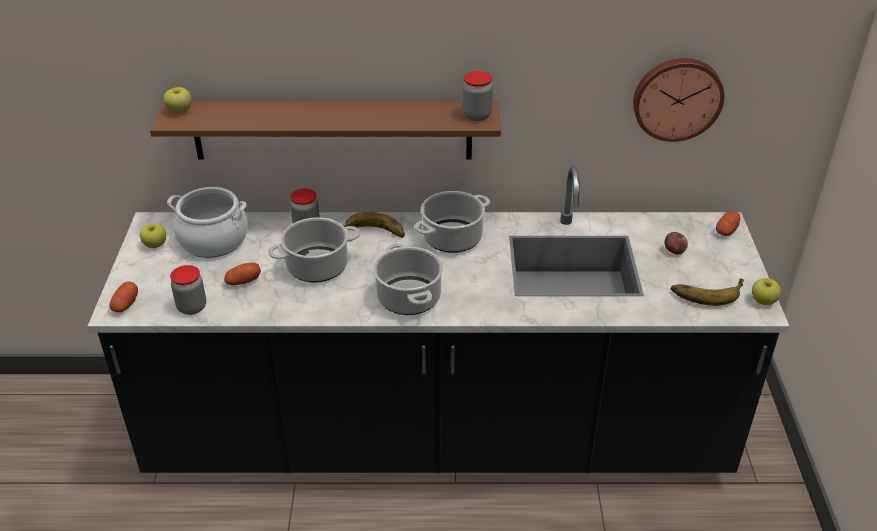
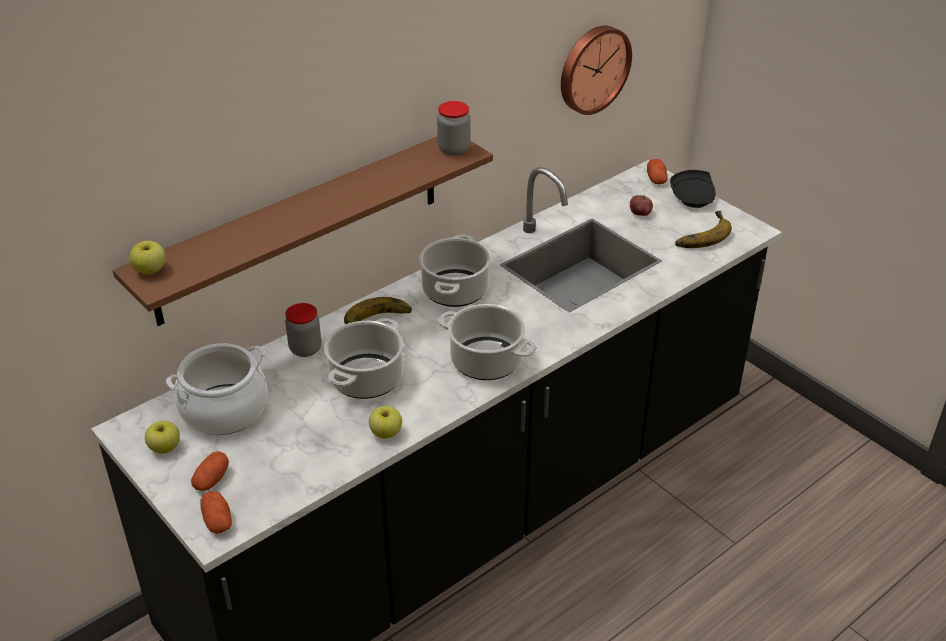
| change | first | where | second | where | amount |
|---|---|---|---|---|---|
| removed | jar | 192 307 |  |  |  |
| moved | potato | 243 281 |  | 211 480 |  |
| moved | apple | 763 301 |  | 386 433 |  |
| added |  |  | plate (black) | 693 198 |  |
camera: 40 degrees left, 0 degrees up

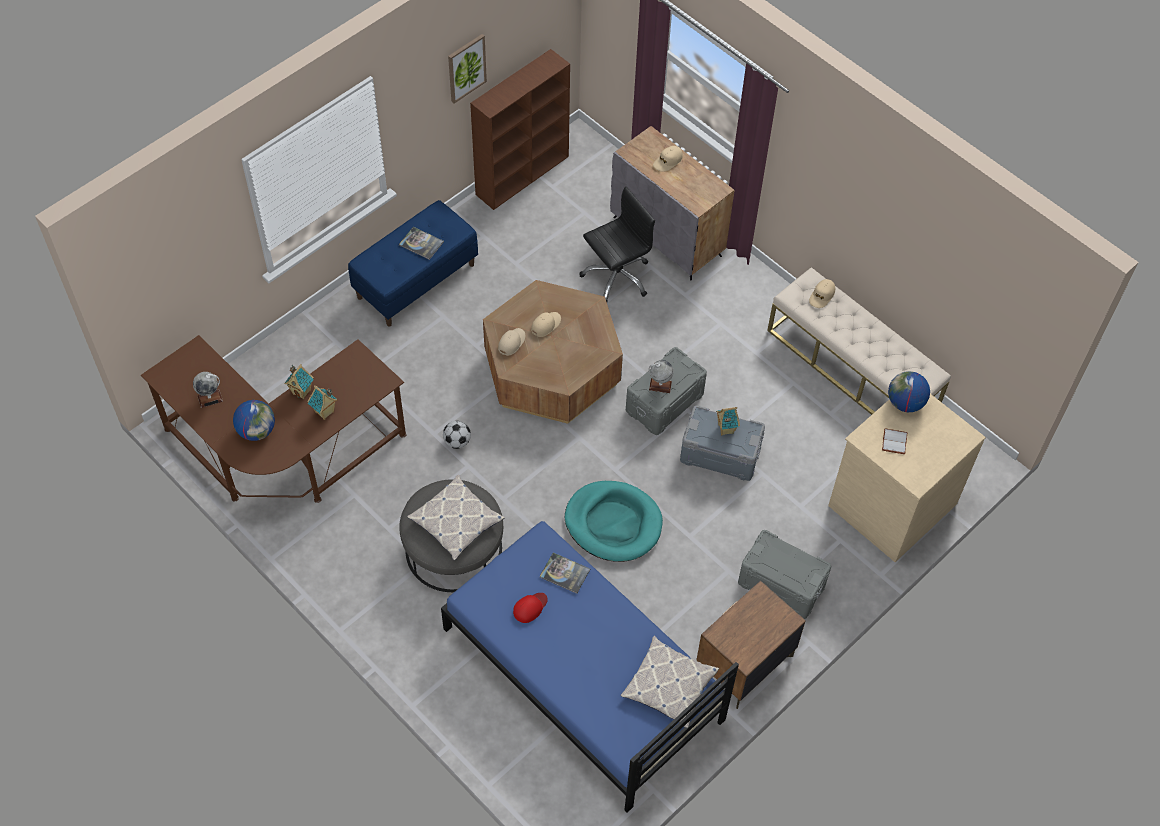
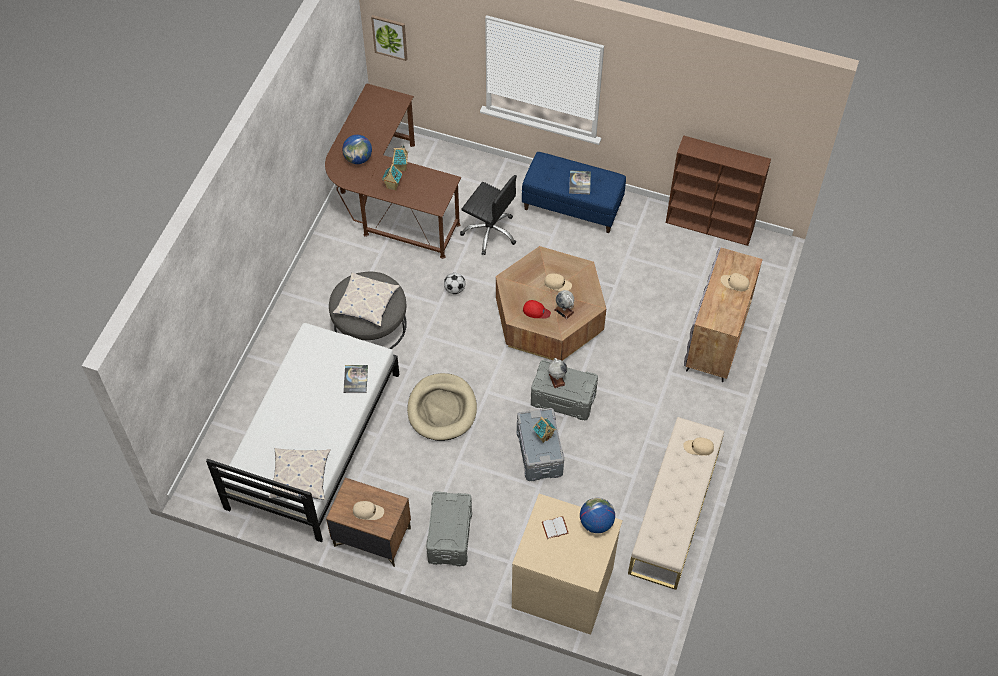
| change | first | where | second | where | amount |
|---|---|---|---|---|---|
| moved | globe | 210 398 |  | 564 311 |  |
| recoloured | bed (blue) | 582 674 | bed (white) | 313 440 |  |
| moved | picture | 466 68 |  | 390 37 |  |
| moved | cap (beige) | 511 342 |  | 368 511 |  |
| moved | cap (red) | 530 607 |  | 536 311 |  |
| recoloured | dog bed (turquoise) | 613 523 | dog bed (beige) | 442 409 |  |
| moved | office chair (black) | 616 277 |  | 490 232 |  |
camera: 65 degrees right, 0 degrees up

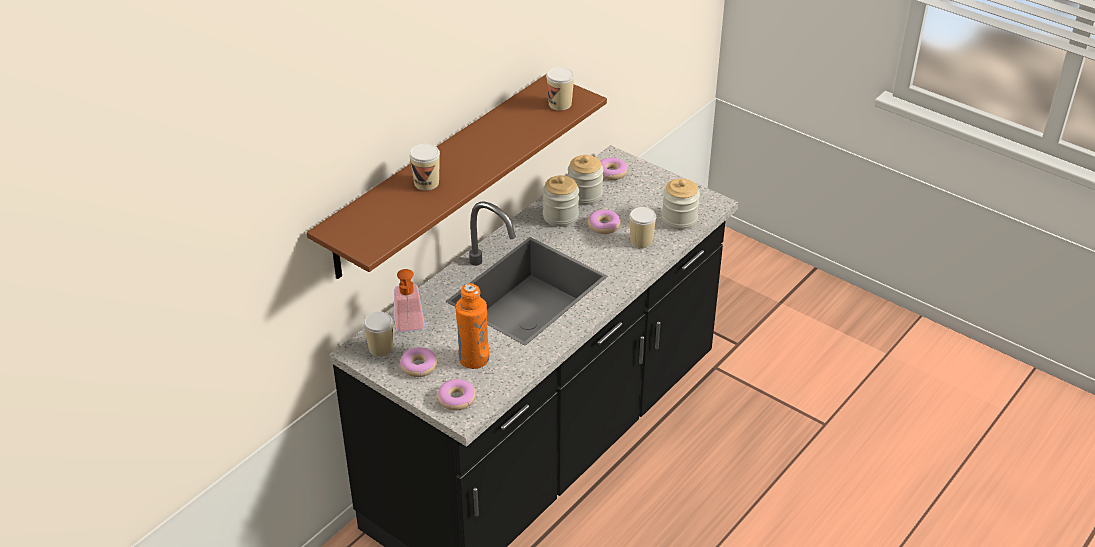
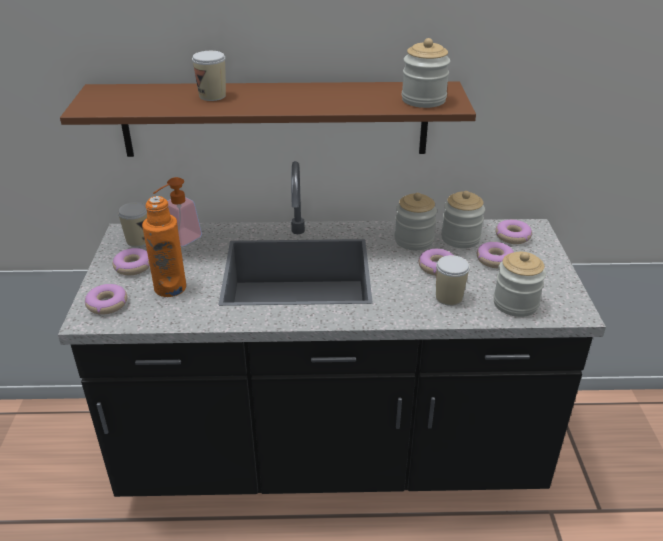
| change | first | where | second | where | amount |
|---|---|---|---|---|---|
| replaced | cup | 560 104 | jar | 423 100 |  |
| added |  |  | donut | 494 260 |  |
camera: 50 degrees right, 5 degrees down

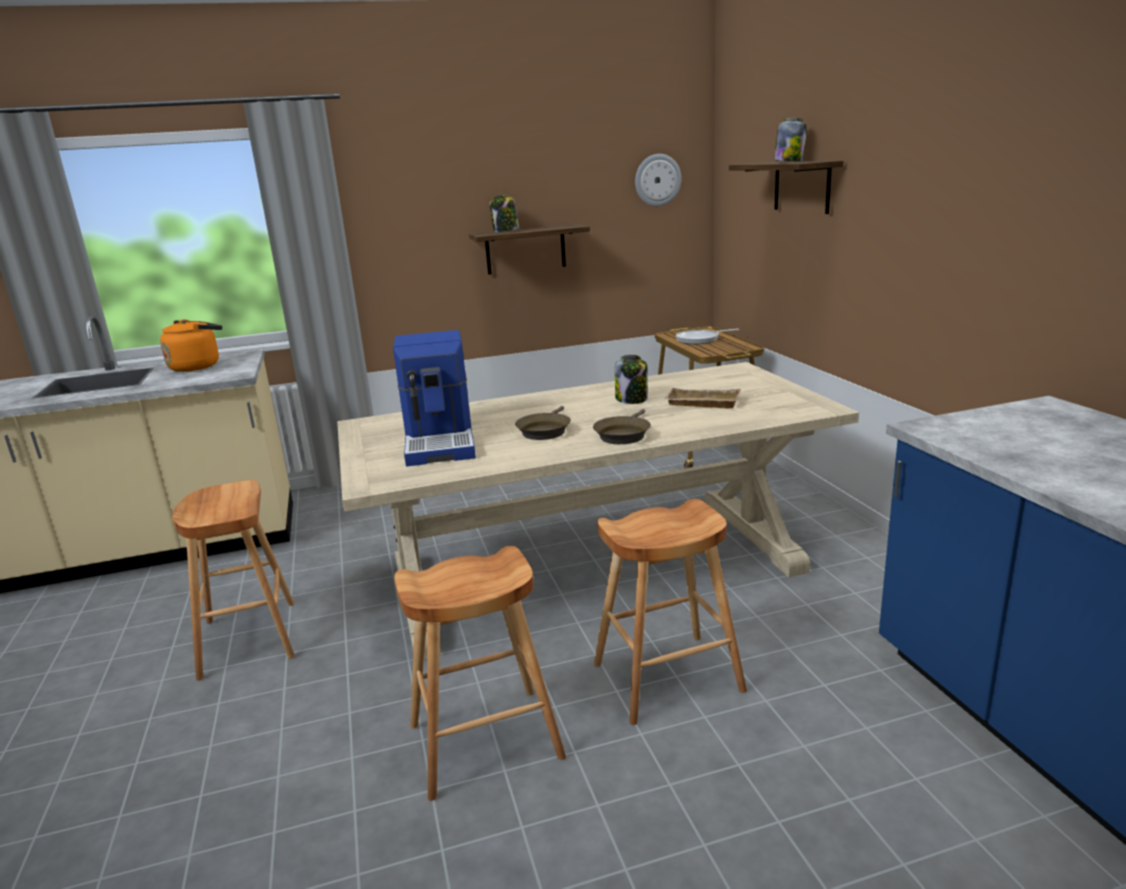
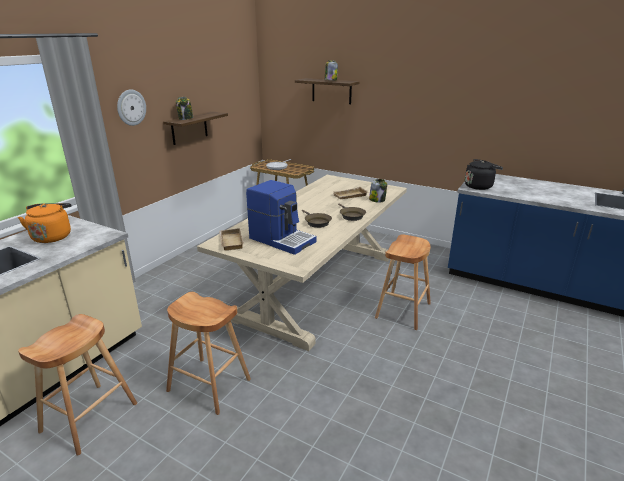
| change | first | where | second | where | amount |
|---|---|---|---|---|---|
| moved | stool (brown) | 486 741 |  | 90 417 |  |
| moved | jar | 632 399 |  | 377 200 |  |
| moved | wall clock | 657 180 |  | 131 107 |  |
| added |  |  | tray (beige) | 230 242 |  |
| added |  |  | kettle (black) | 479 186 |  |
camera: 45 degrees left, 5 degrees up

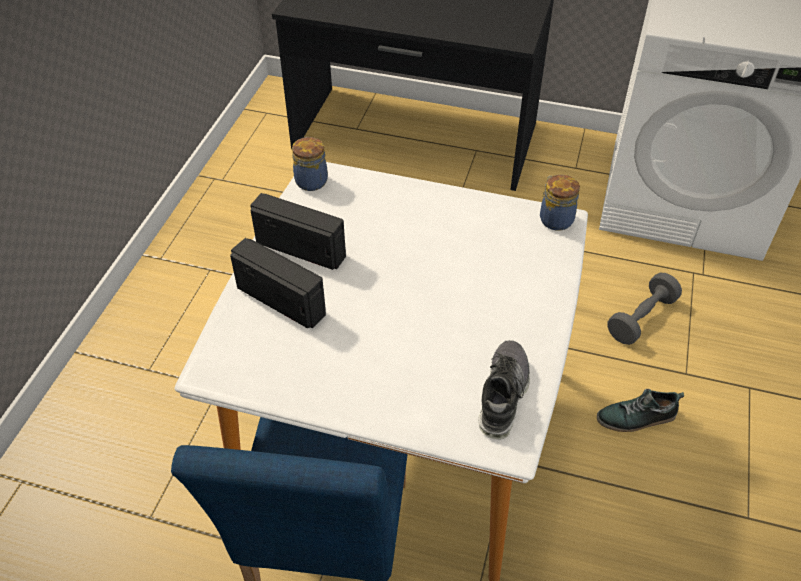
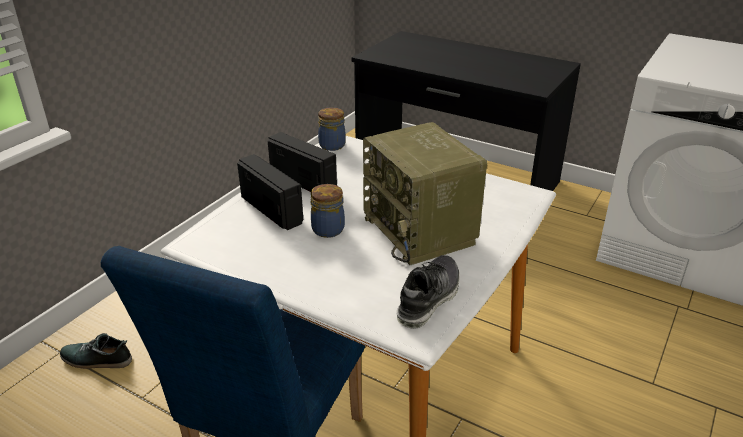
| change | first | where | second | where | amount |
|---|---|---|---|---|---|
| moved | jar | 555 219 |  | 327 228 |  |
| moved | shoe | 636 418 |  | 96 360 |  |
| removed | dumbbell (grey) | 641 318 |  |  |  |
| added |  |  | radio | 421 231 |  |
camera: 15 degrees right, 15 degrees down

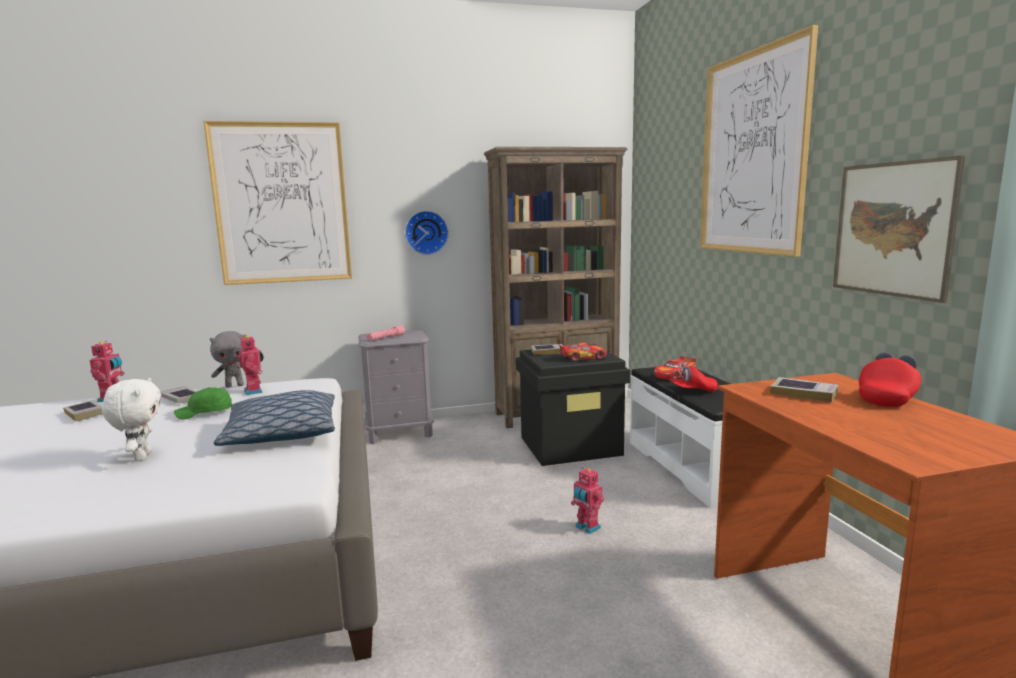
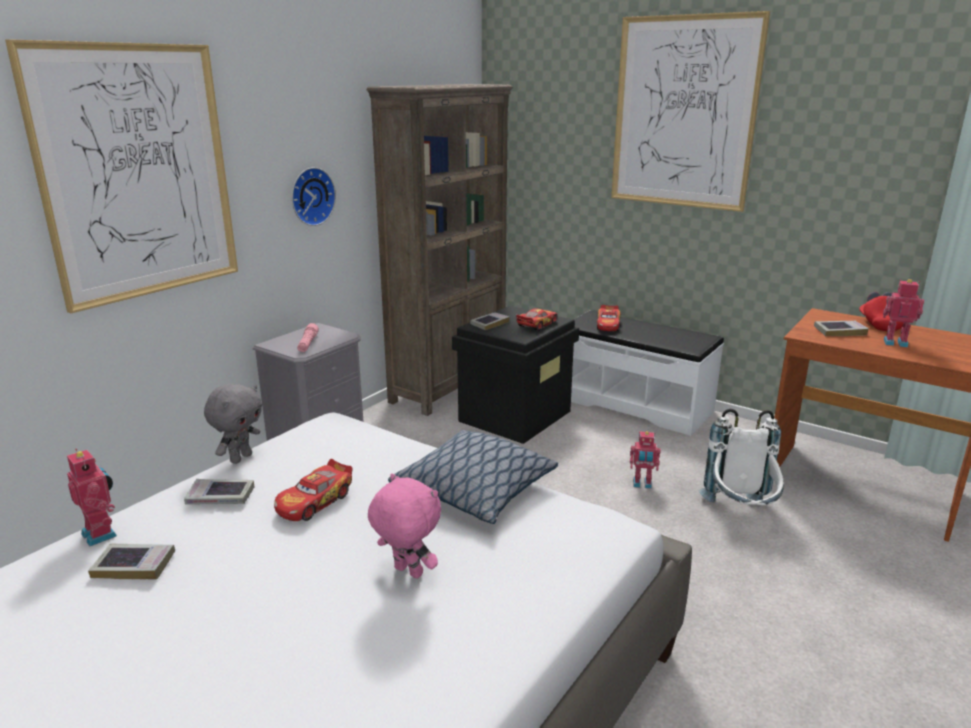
| change | first | where | second | where | amount |
|---|---|---|---|---|---|
| recoloured | plush toy (white) | 141 457 | plush toy (pink) | 406 572 |  |
| replaced | cap (green) | 205 413 | toy car | 315 502 |  |
| moved | toy robot | 255 391 |  | 895 342 |  |
| removed | cap (red) | 693 391 |  |  |  |
| removed | picture | 892 229 |  |  |  |
| added |  |  | backpack (white) | 740 514 |  |
camera: 40 degrees left, 10 degrees up

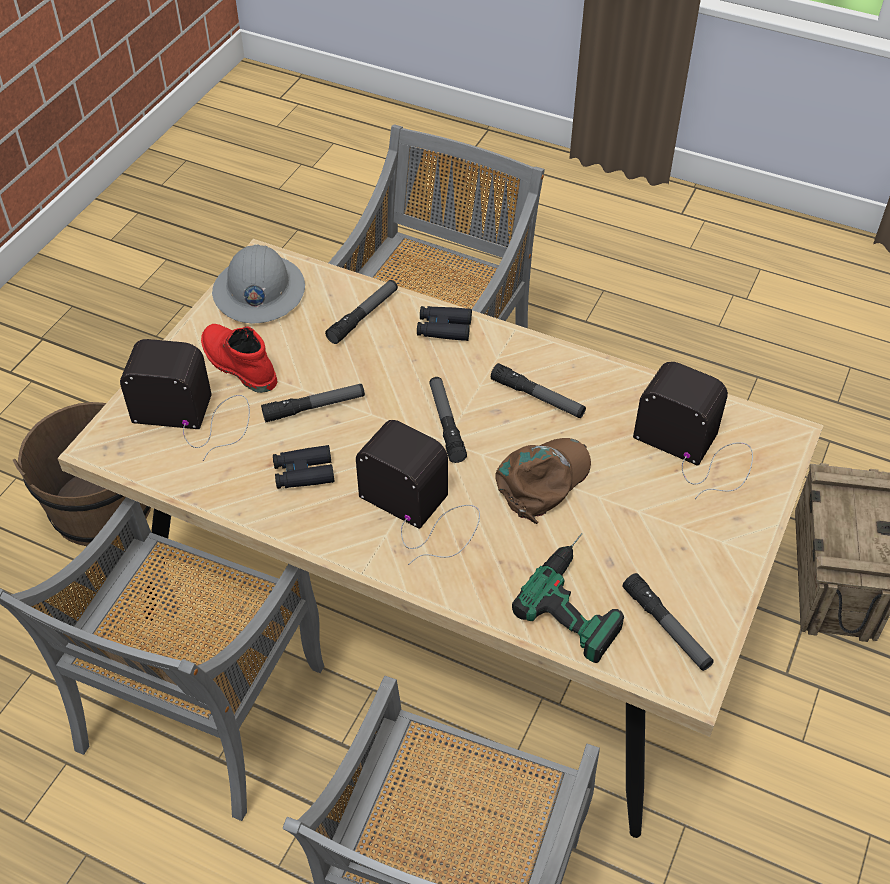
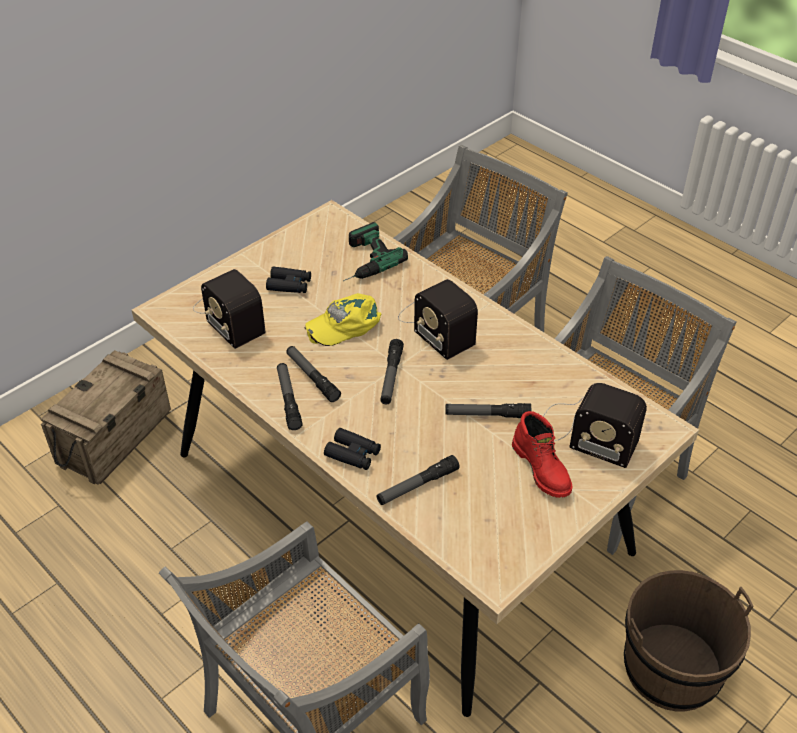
| change | first | where | second | where | amount |
|---|---|---|---|---|---|
| removed | hard hat (grey) | 258 291 |  |  |  |
| moved | binoculars (black) | 303 473 |  | 289 285 |  |
| recoloured | cap (brown) | 543 480 | cap (yellow) | 344 324 |  |
| moved | flashlight | 666 627 |  | 288 400 |  |
camera: 160 degrees left, 5 degrees down

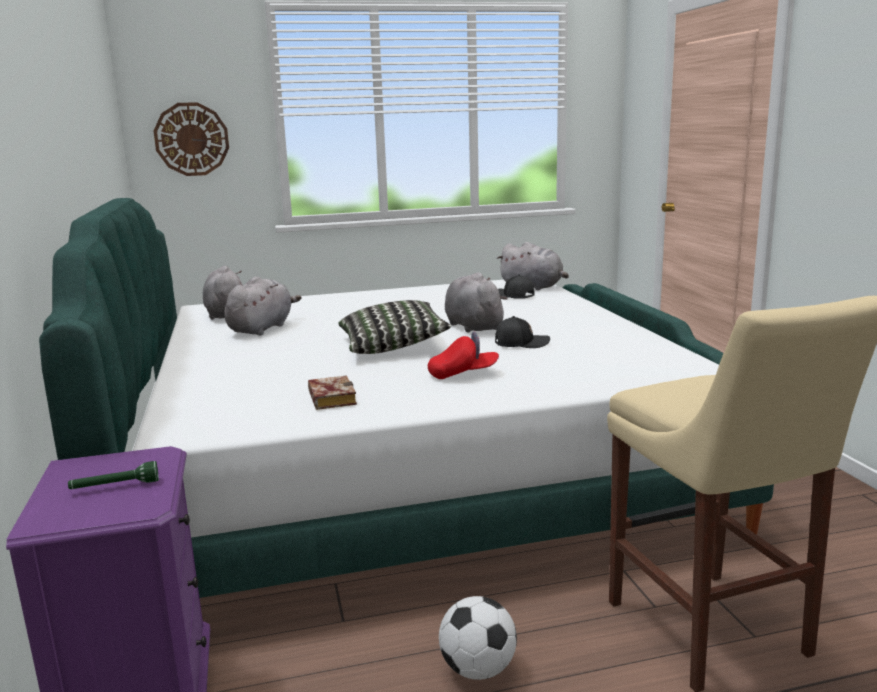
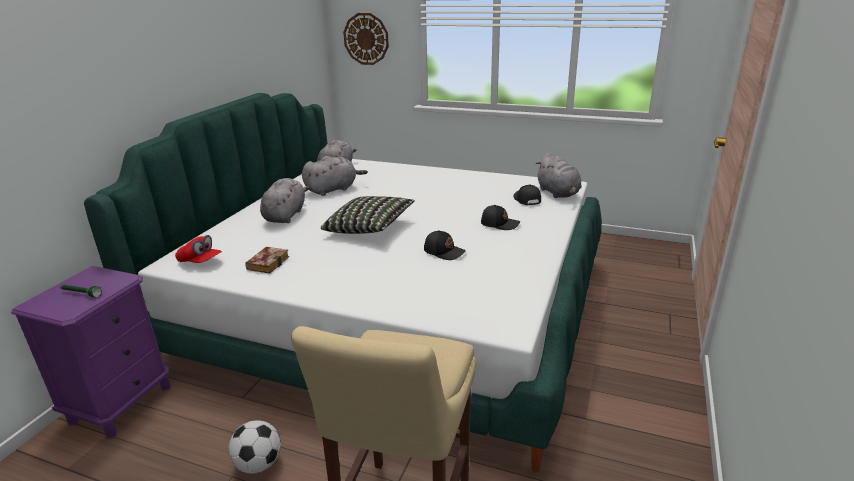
| change | first | where | second | where | amount |
|---|---|---|---|---|---|
| moved | cap (red) | 463 374 |  | 200 261 |  |
| moved | plush toy (grey) | 472 326 |  | 286 215 |  |
| added |  |  | cap (black) | 499 224 |  |
camera: 35 degrees right, 10 degrees up

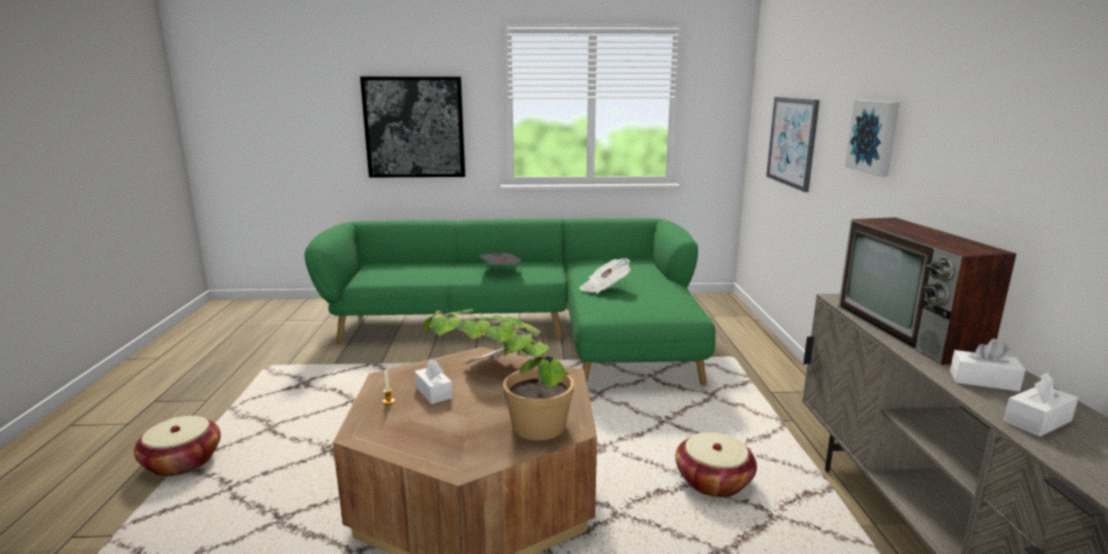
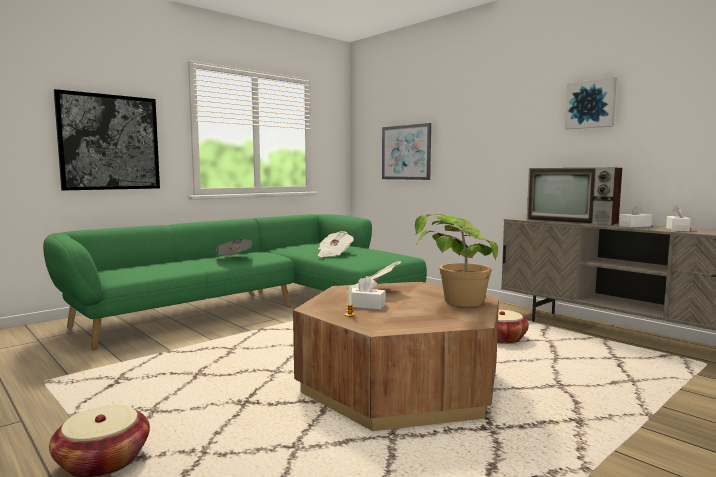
| change | first | where | second | where | amount |
|---|---|---|---|---|---|
| moved | picture | 874 136 |  | 591 104 |  |
camera: 40 degrees left, 10 degrees down

